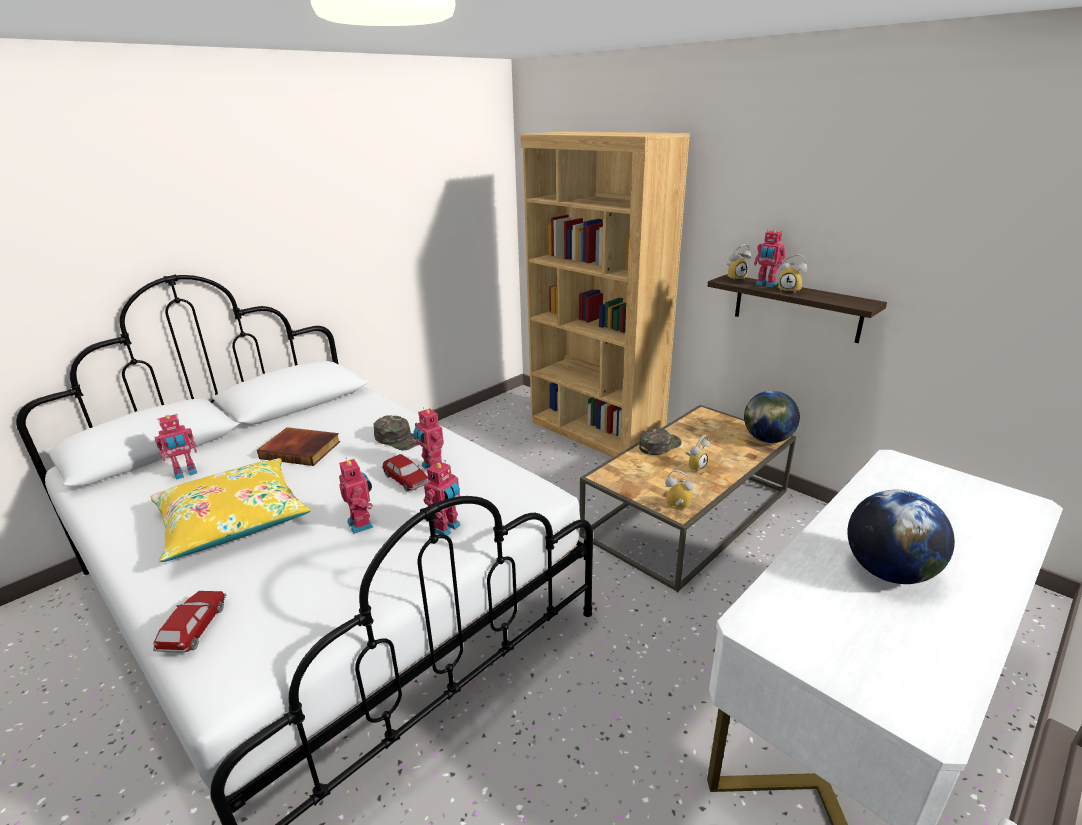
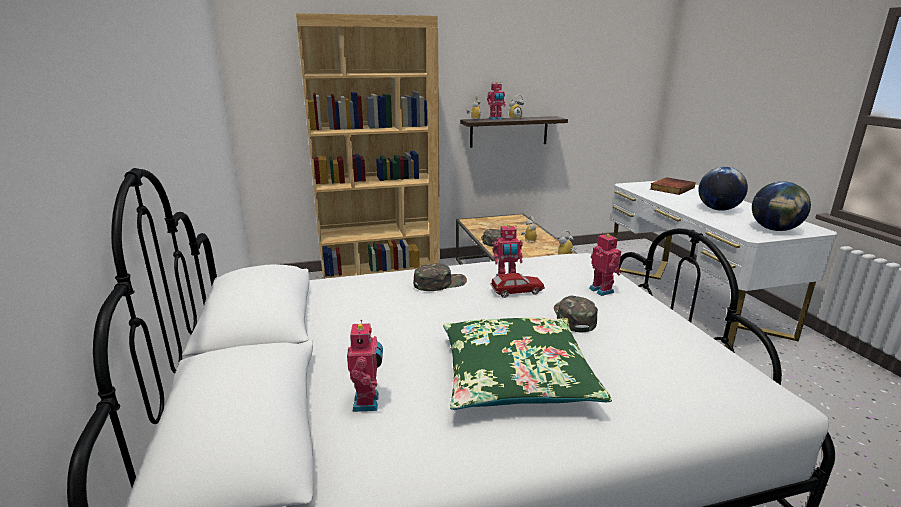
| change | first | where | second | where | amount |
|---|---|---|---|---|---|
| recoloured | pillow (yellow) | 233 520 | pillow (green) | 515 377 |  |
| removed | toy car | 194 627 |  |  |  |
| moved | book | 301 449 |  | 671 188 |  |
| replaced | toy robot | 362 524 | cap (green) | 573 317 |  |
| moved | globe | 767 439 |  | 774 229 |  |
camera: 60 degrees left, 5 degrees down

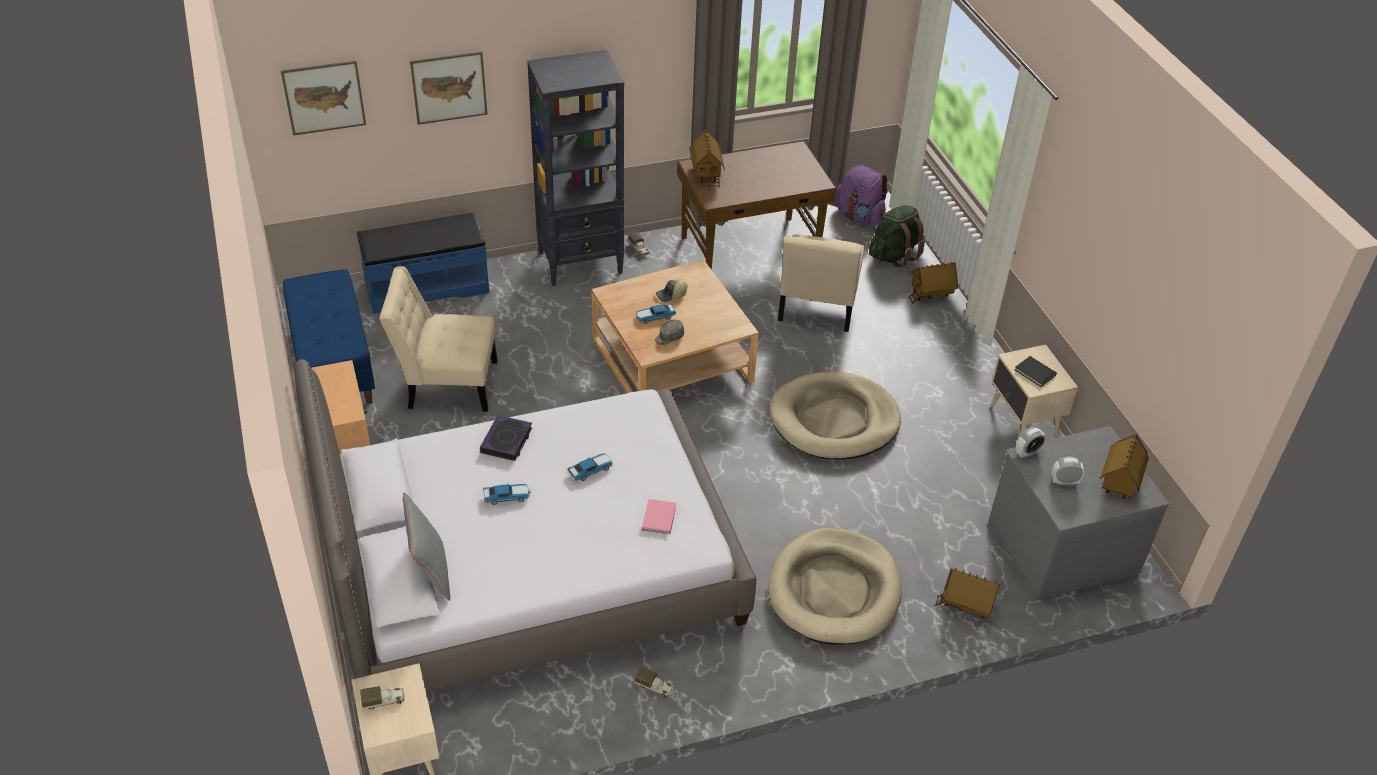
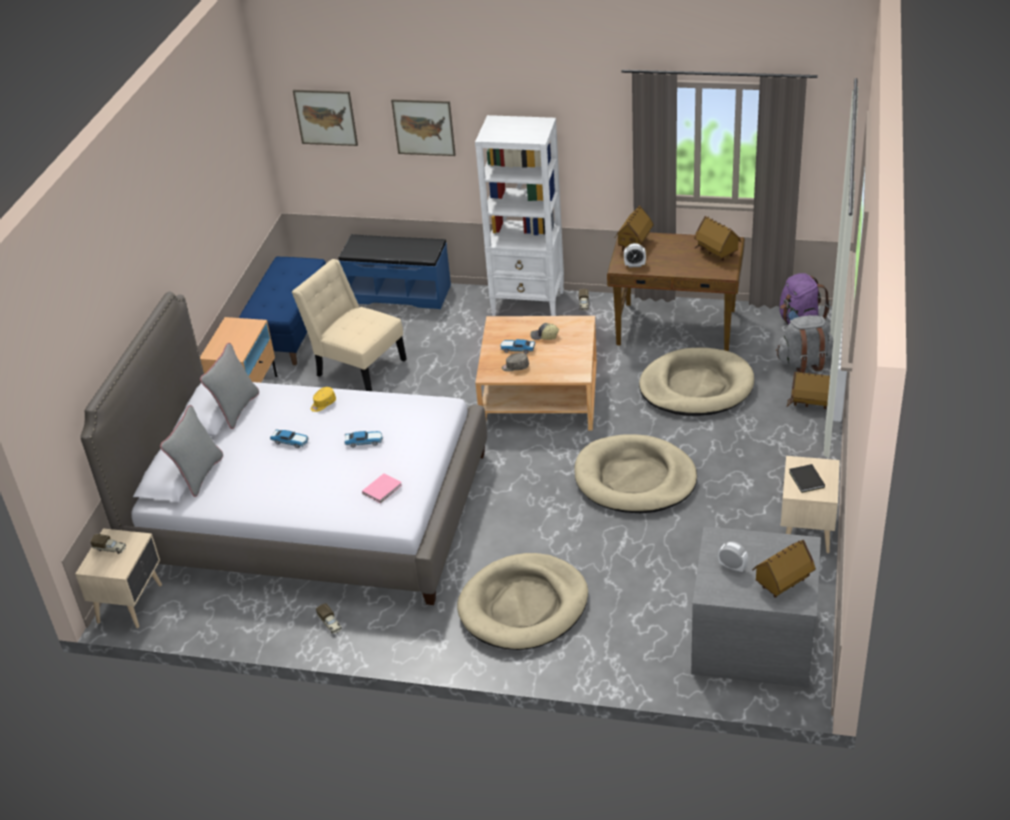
| change | first | where | second | where | amount |
|---|---|---|---|---|---|
| replaced | book | 506 441 | cap (yellow) | 323 404 |  |
| recoloured | bookcase (black) | 581 263 | bookcase (white) | 529 304 |  |
| replaced | chair (beige) | 816 307 | dog bed (beige) | 696 387 |  |
| recoloured | backpack (green) | 893 255 | backpack (grey) | 804 362 |  |
| moved | toy house | 966 606 |  | 716 253 |  |
| moved | alarm clock | 1027 452 |  | 634 265 |  |
| added |  |  | pillow (grey) | 236 409 |  |
camera: 35 degrees right, 5 degrees down

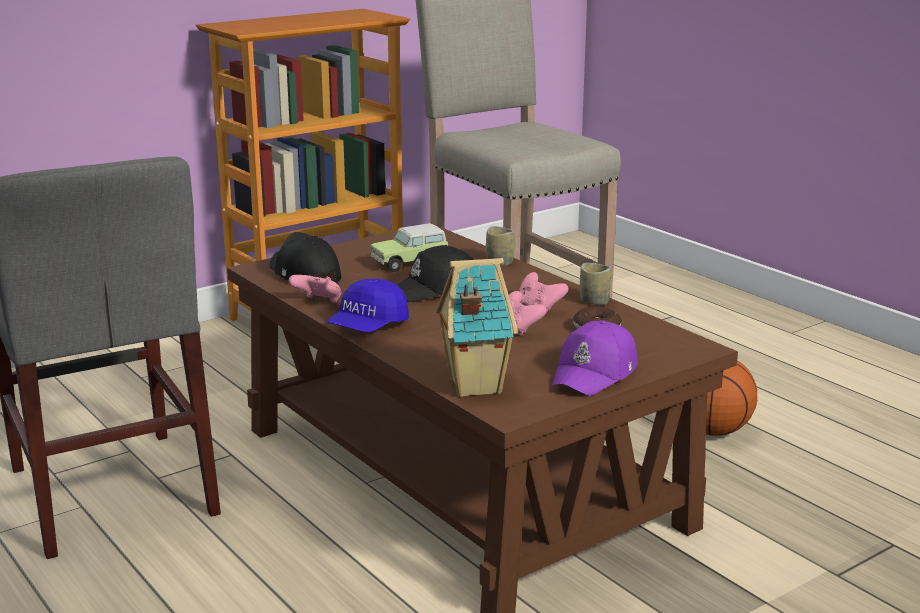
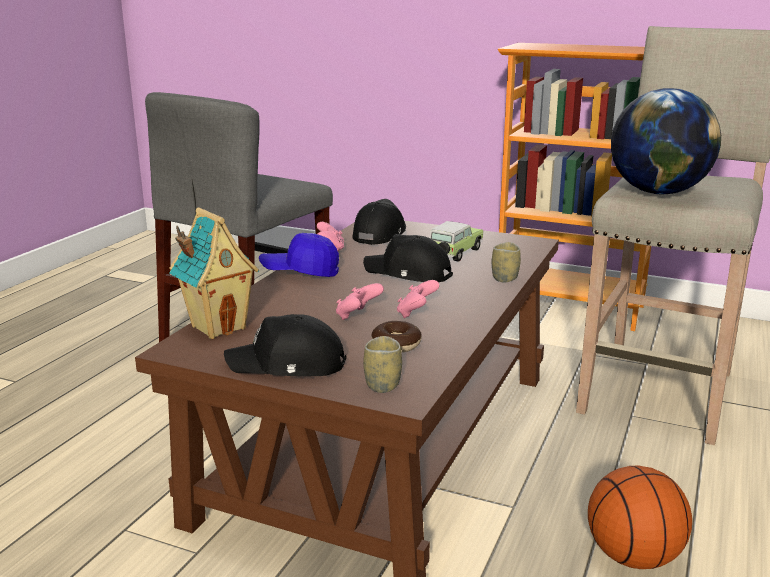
| change | first | where | second | where | amount |
|---|---|---|---|---|---|
| turned | toy car | 412 263 |  | 454 254 | 90 degrees clockwise |
| recoloured | cap (purple) | 595 374 | cap (black) | 288 365 |  |
| moved | cup | 594 301 |  | 382 385 |  |
| added |  |  | globe | 657 192 |  |
camera: 60 degrees right, 0 degrees up

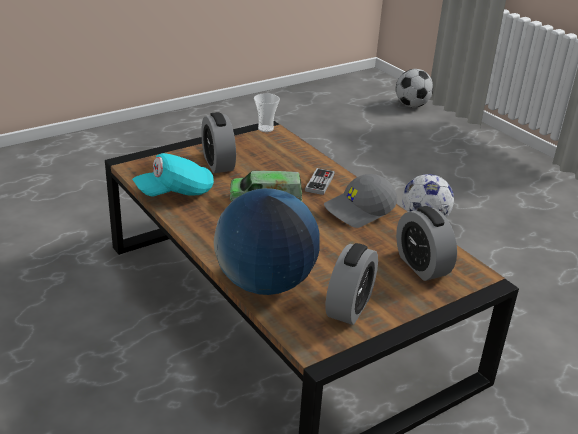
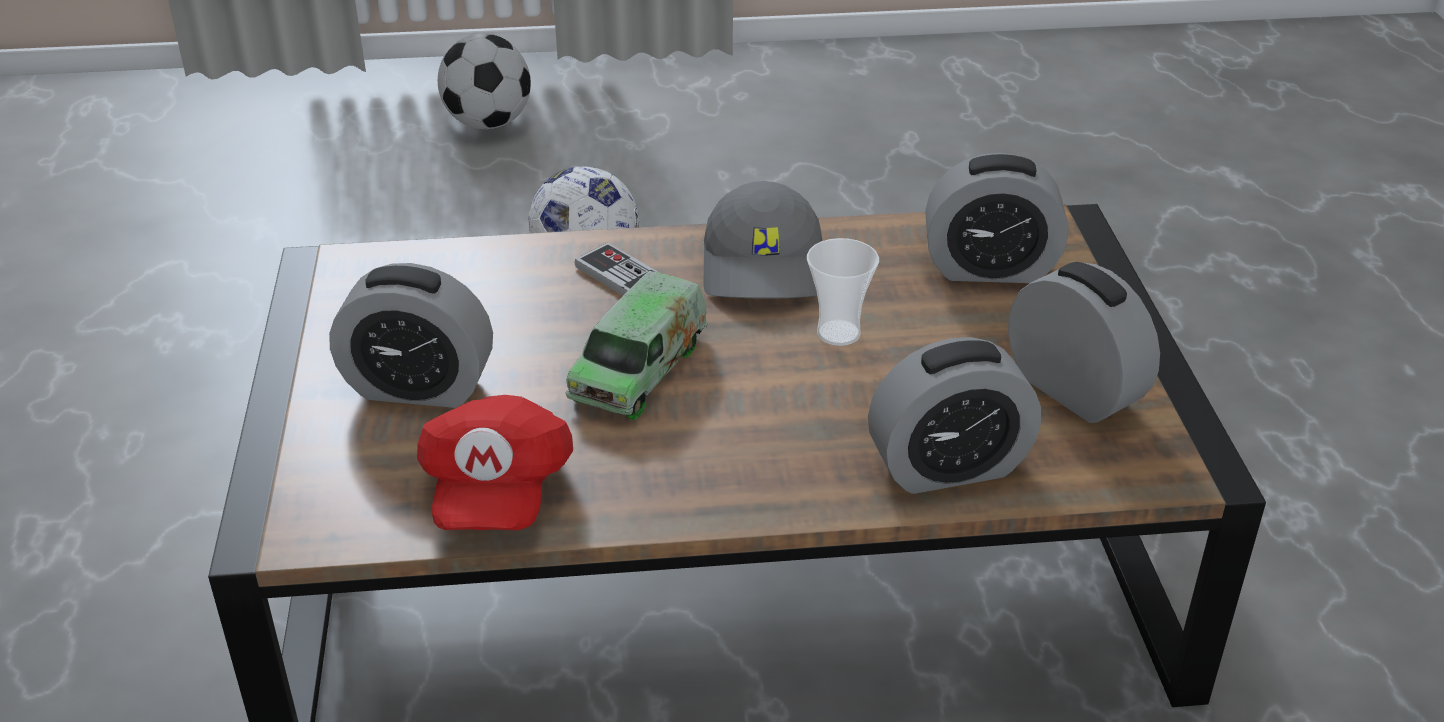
| change | first | where | second | where | amount |
|---|---|---|---|---|---|
| recoloured | cap (turquoise) | 175 192 | cap (red) | 497 491 |  |
| replaced | globe | 265 284 | alarm clock | 948 467 |  |
| moved | cup | 265 129 |  | 838 333 |  |
| moved | football | 411 105 |  | 487 123 |  |
camera: 60 degrees left, 5 degrees up

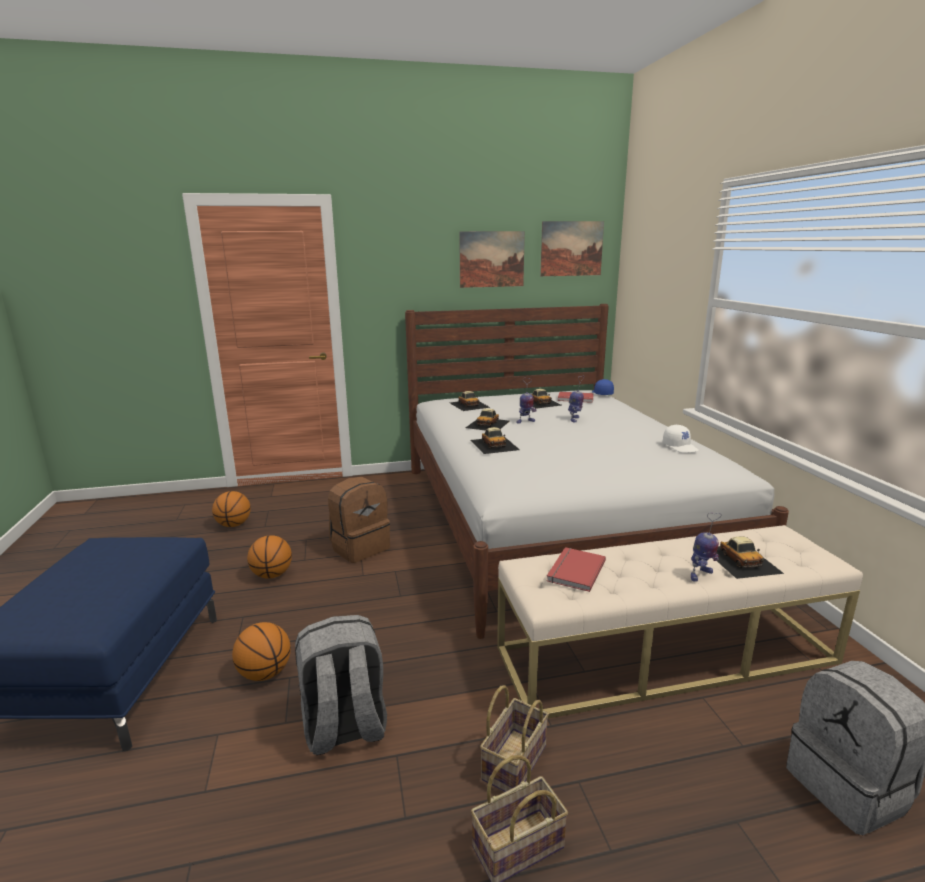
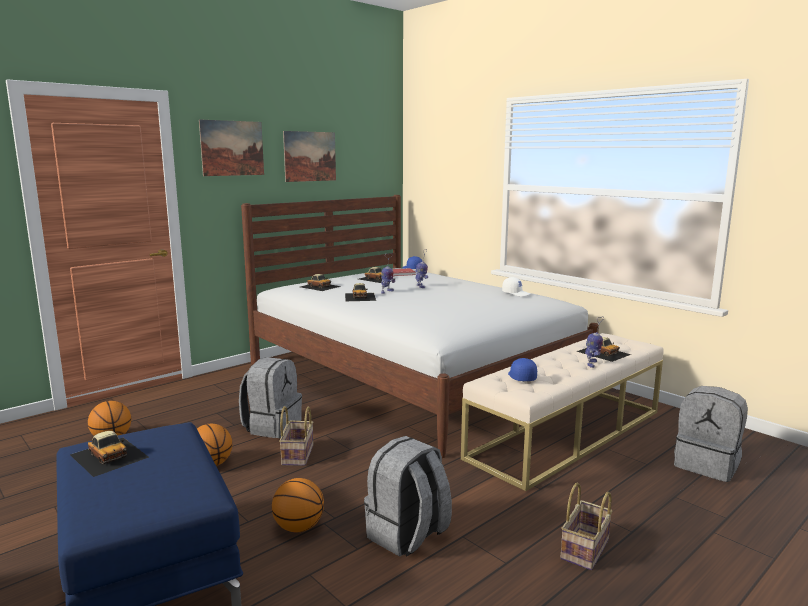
| change | first | where | second | where | amount |
|---|---|---|---|---|---|
| recoloured | backpack (brown) | 360 547 | backpack (grey) | 272 426 |  |
| moved | toy car | 494 444 |  | 109 455 |  |
| moved | basket | 514 760 |  | 297 454 |  |
| moved | picture | 571 248 |  | 232 148 |  |
| replaced | book (red) | 574 571 | cap (blue) | 521 377 |  |
camera: 30 degrees left, 5 degrees down

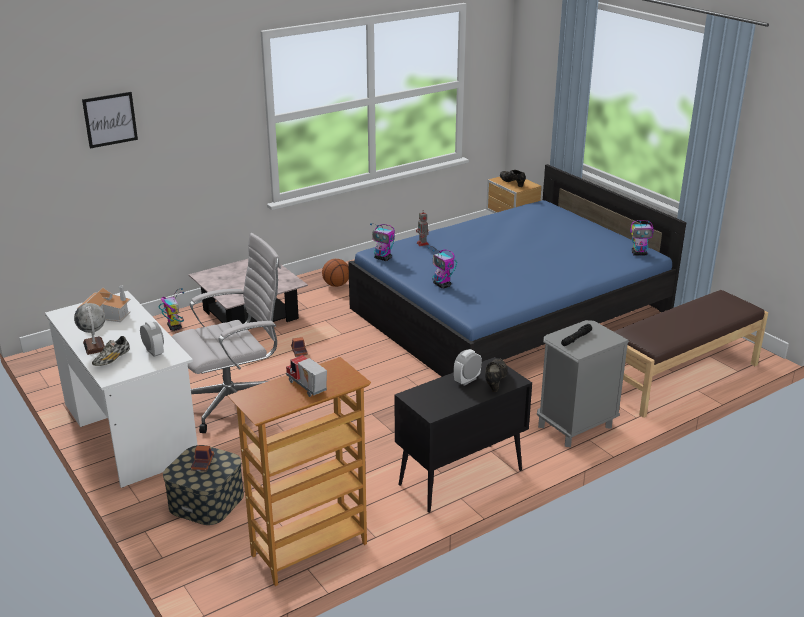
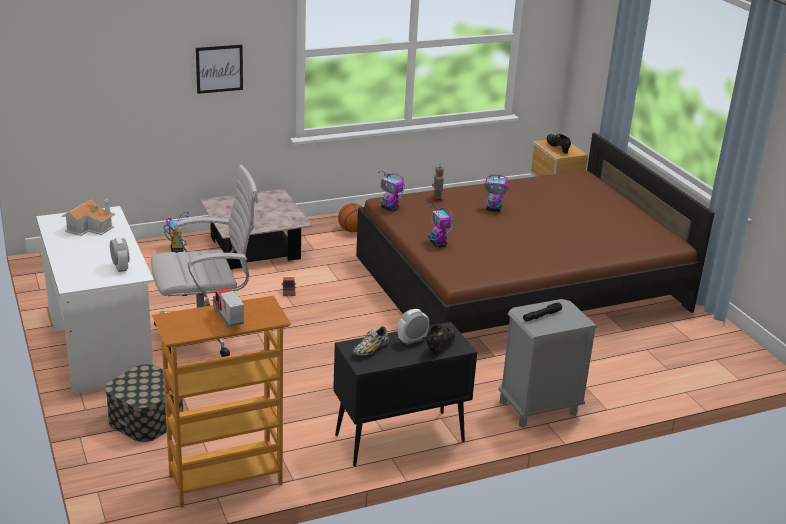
| change | first | where | second | where | amount |
|---|---|---|---|---|---|
| removed | globe | 94 346 |  |  |  |
| moved | picture | 110 119 |  | 219 68 |  |
| moved | shoe | 112 359 |  | 370 350 |  |
| removed | toy truck | 203 464 |  |  |  |
| recoloured | bed (blue) | 509 312 | bed (brown) | 520 283 |  |
| removed | bench (brown) | 681 378 |  |  |  |
| moved | toy robot | 639 254 |  | 494 210 |  |
camera: 10 degrees right, 0 degrees up

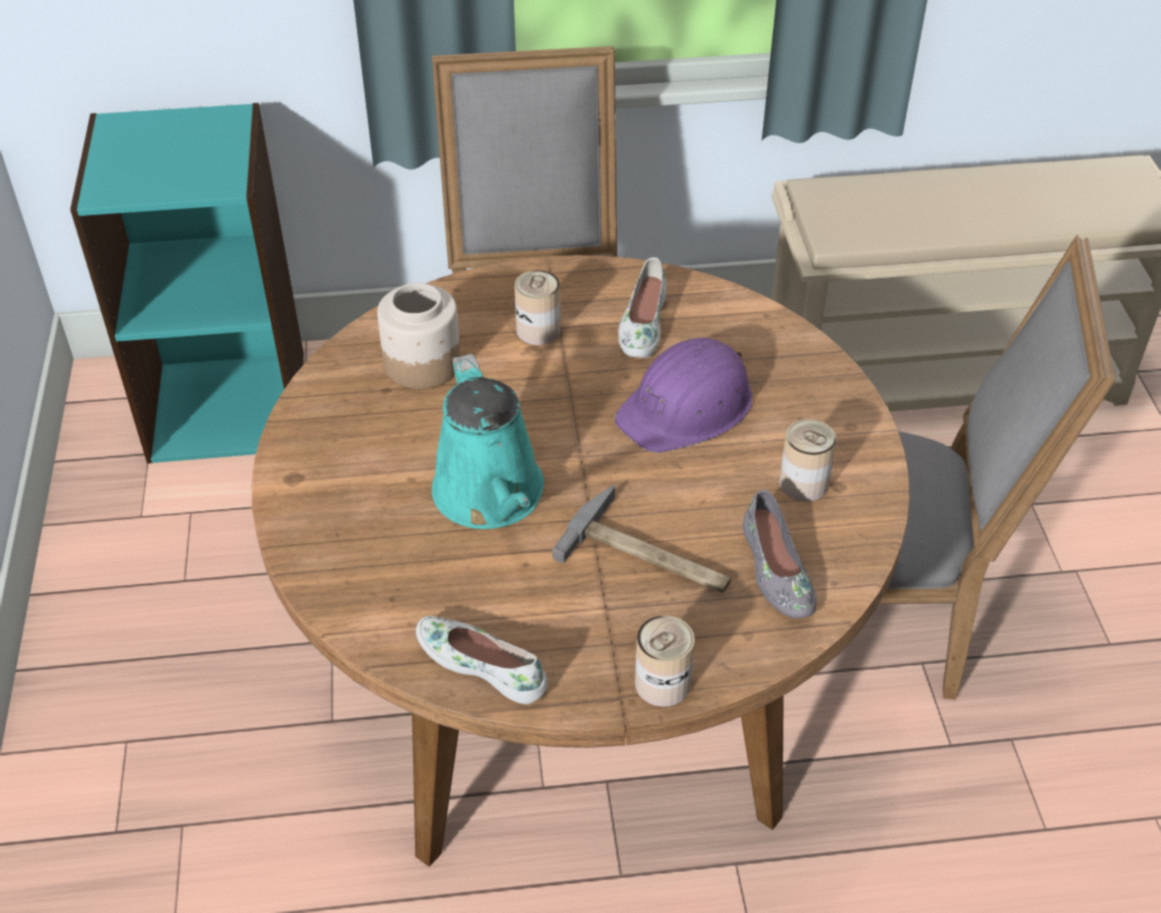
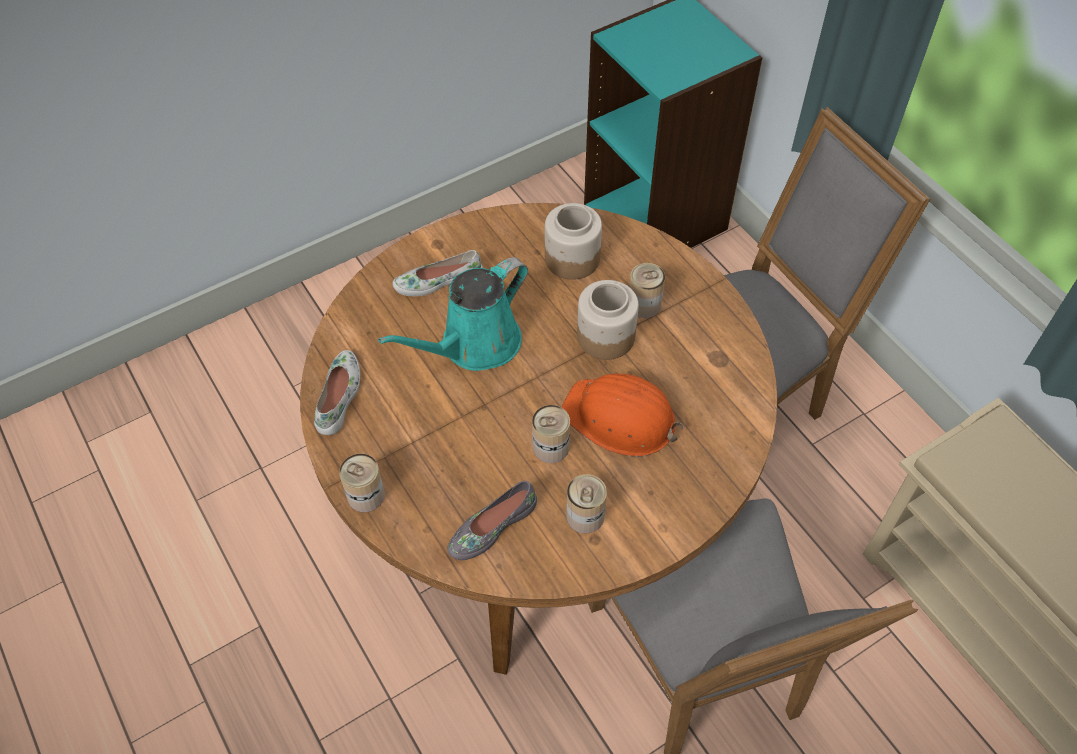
| change | first | where | second | where | amount |
|---|---|---|---|---|---|
| removed | hammer | 650 555 |  |  |  |
| recoloured | hard hat (purple) | 687 407 | hard hat (orange) | 620 419 |  |
| moved | shoe (white) | 642 324 |  | 438 280 |  |
| added |  |  | can | 551 447 |  |
| added |  |  | jar | 605 336 |  |
camera: 65 degrees right, 10 degrees up

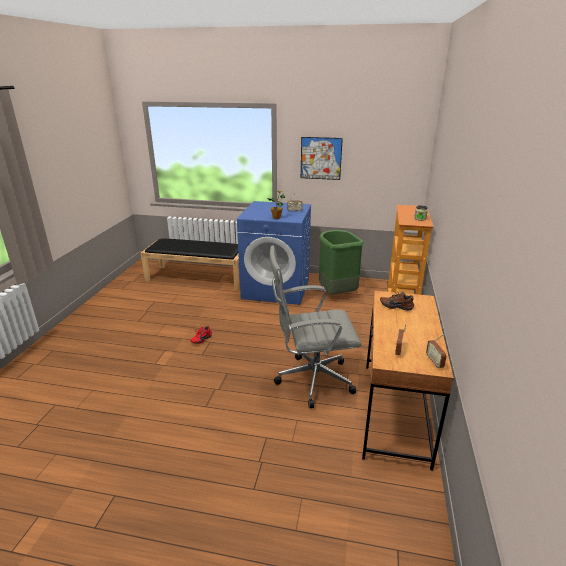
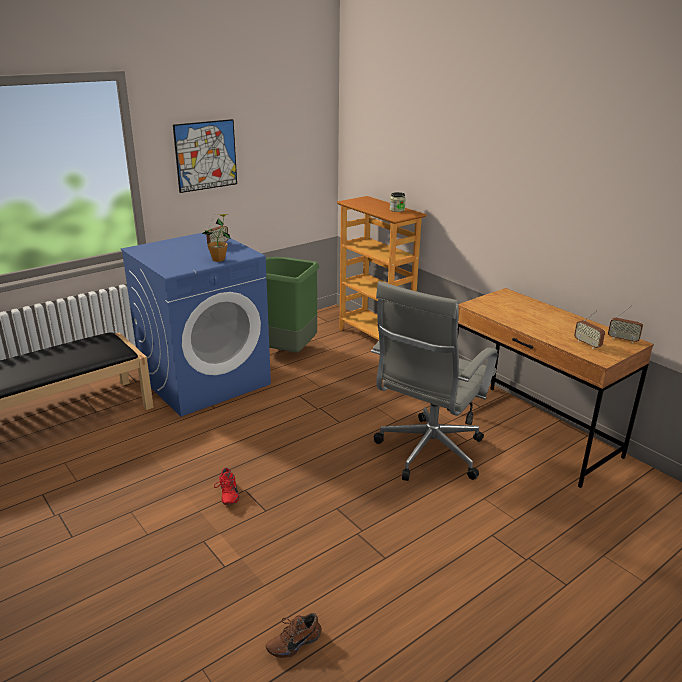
| change | first | where | second | where | amount |
|---|---|---|---|---|---|
| moved | shoe (brown) | 396 306 |  | 293 642 |  |
camera: 50 degrees left, 0 degrees up

